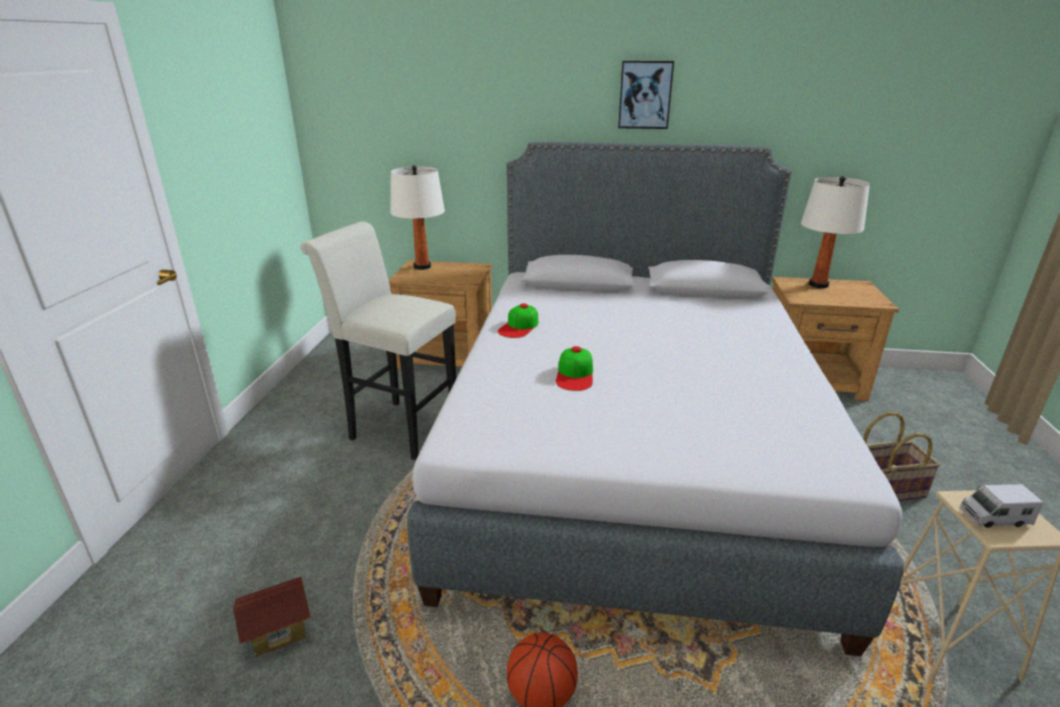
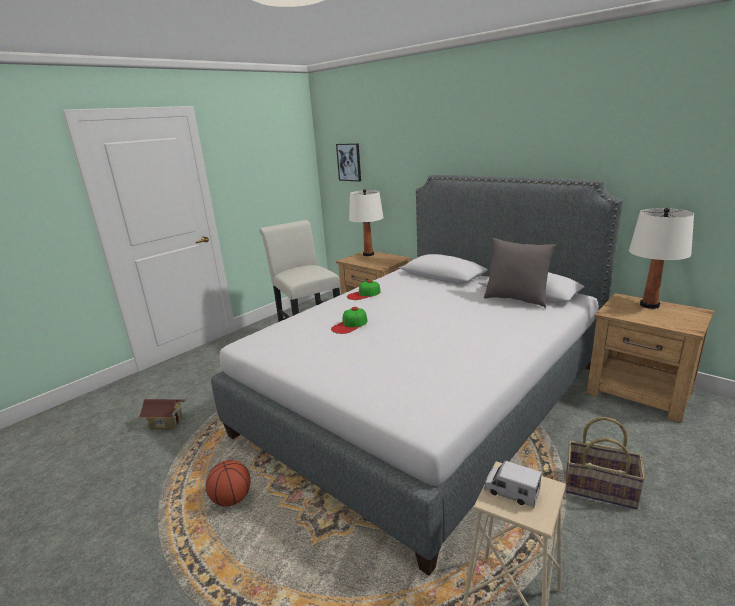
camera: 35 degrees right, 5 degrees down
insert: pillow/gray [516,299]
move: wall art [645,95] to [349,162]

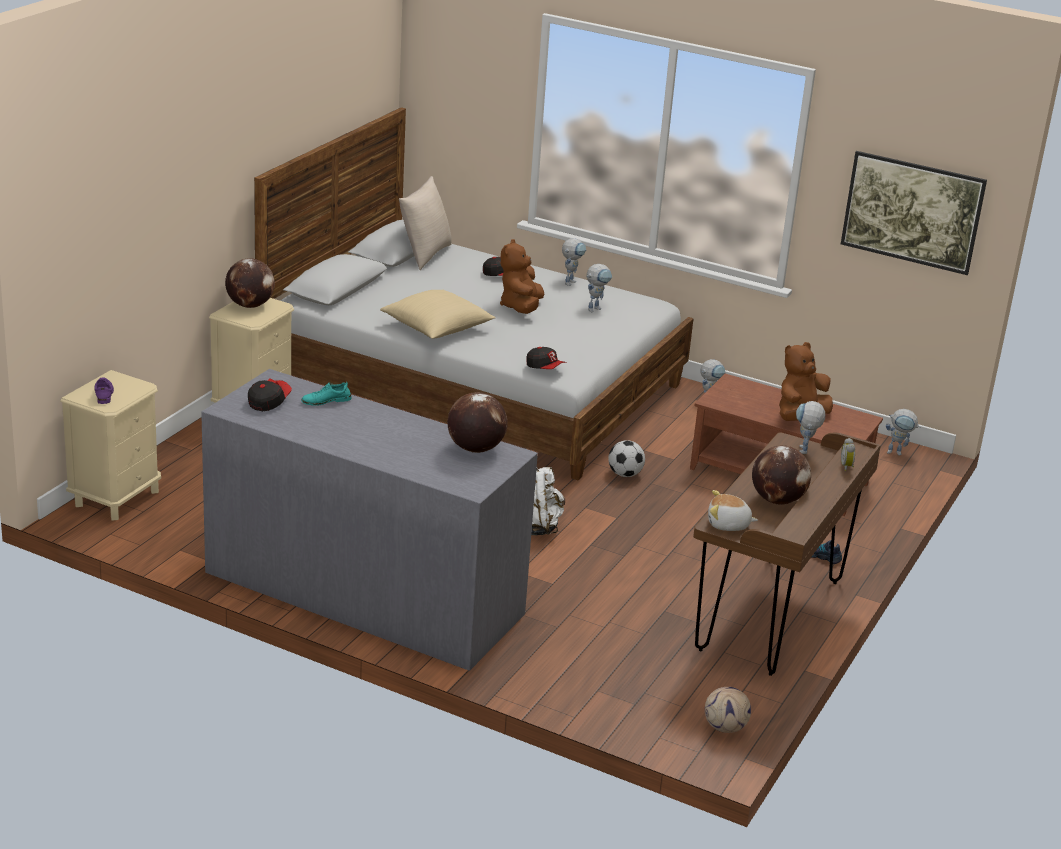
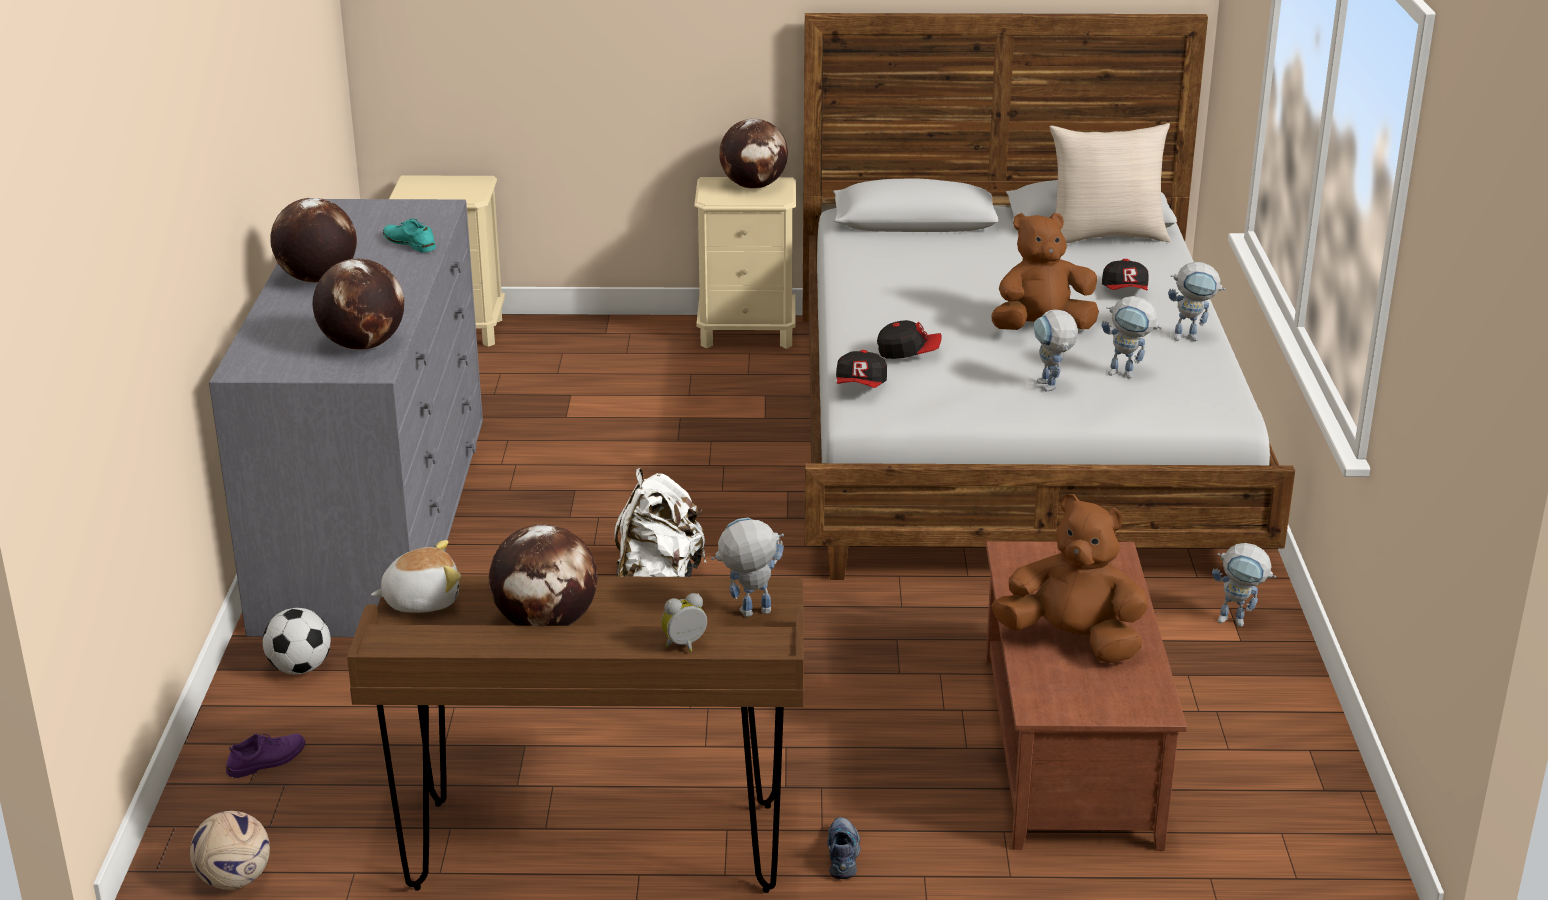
camera: 65 degrees right, 0 degrees up
delete: pillow/beige-coloured [436,328]; wall art [908,235]
insert: world globe [317,279]
move: low shoe/purplish [104,394] to [267,760]; baseball cap [268,402] to [909,353]; ball for football [625,474] to [300,668]; model robot [898,453] to [1051,388]
rotate: cuddly toy [728,525] = [421,600] 90 degrees clockwise

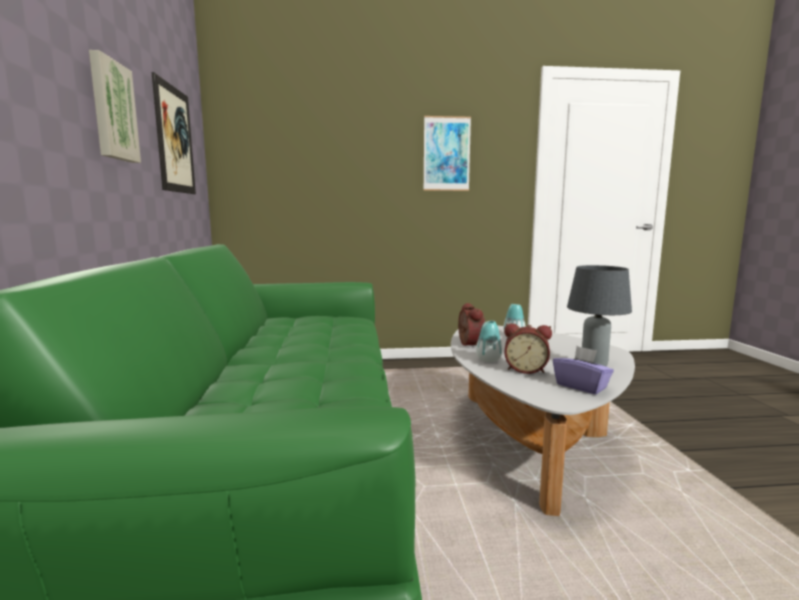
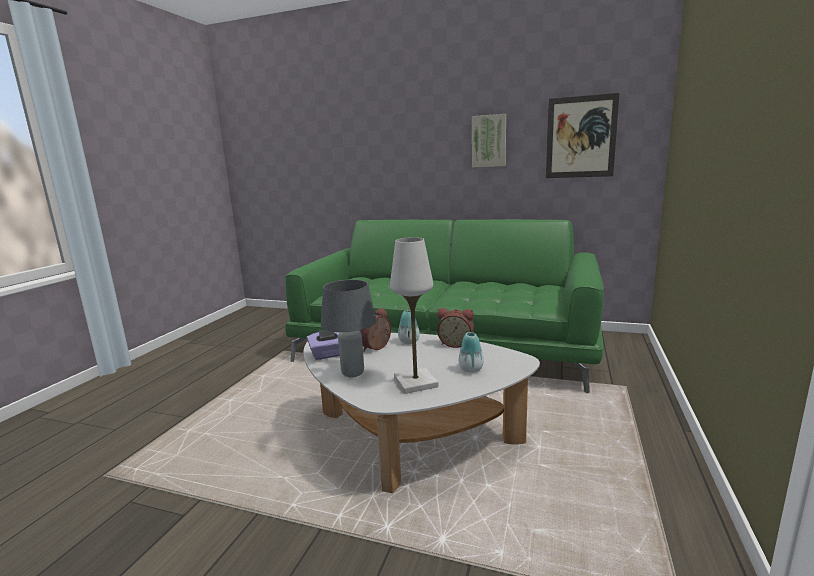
camera: 115 degrees right, 5 degrees up
delete: wall art [446,154]
insert: lamp for a table/whitish [415,383]

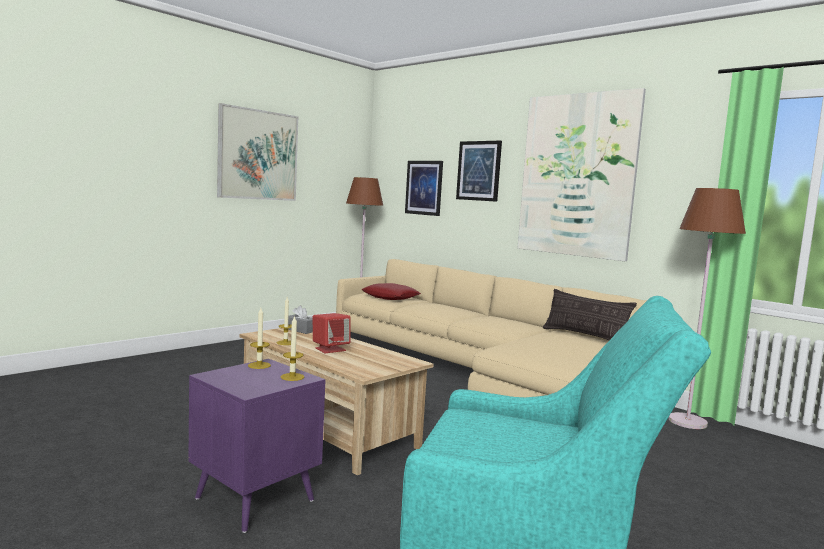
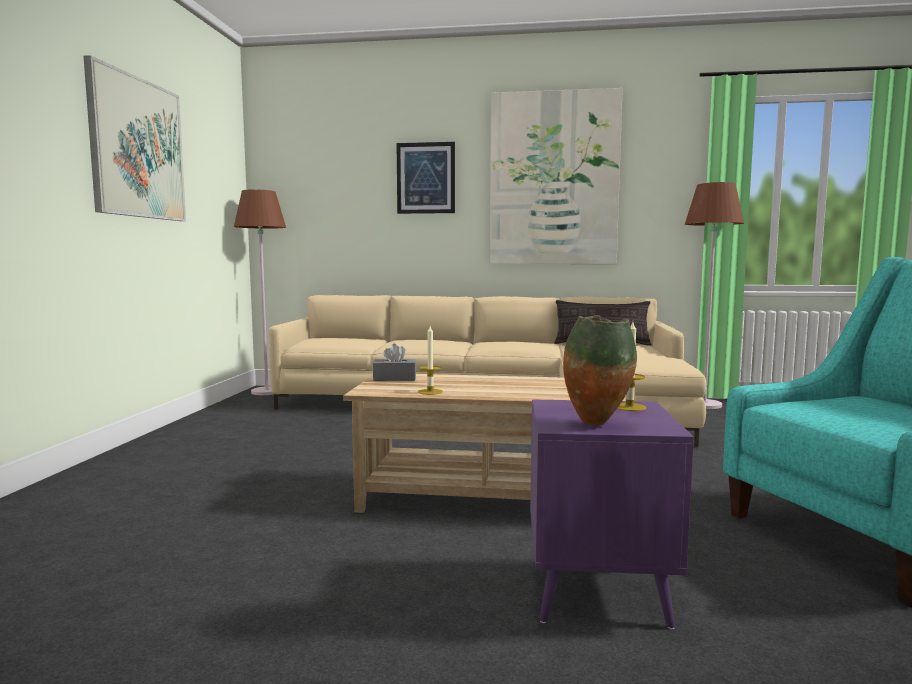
camera: 35 degrees left, 0 degrees up
delete: wax light [259,365]; speaker/reddish [330,349]; pillow/reddish [390,297]; wall art [424,187]
insert: vase [597,424]

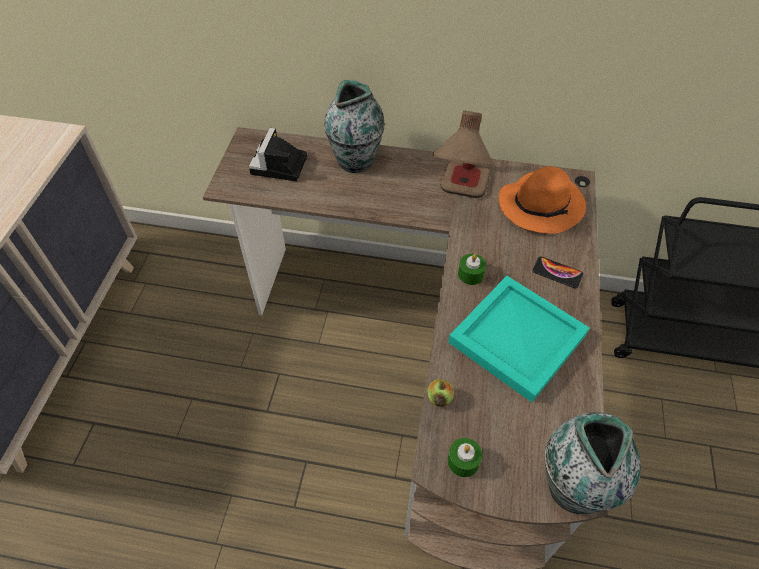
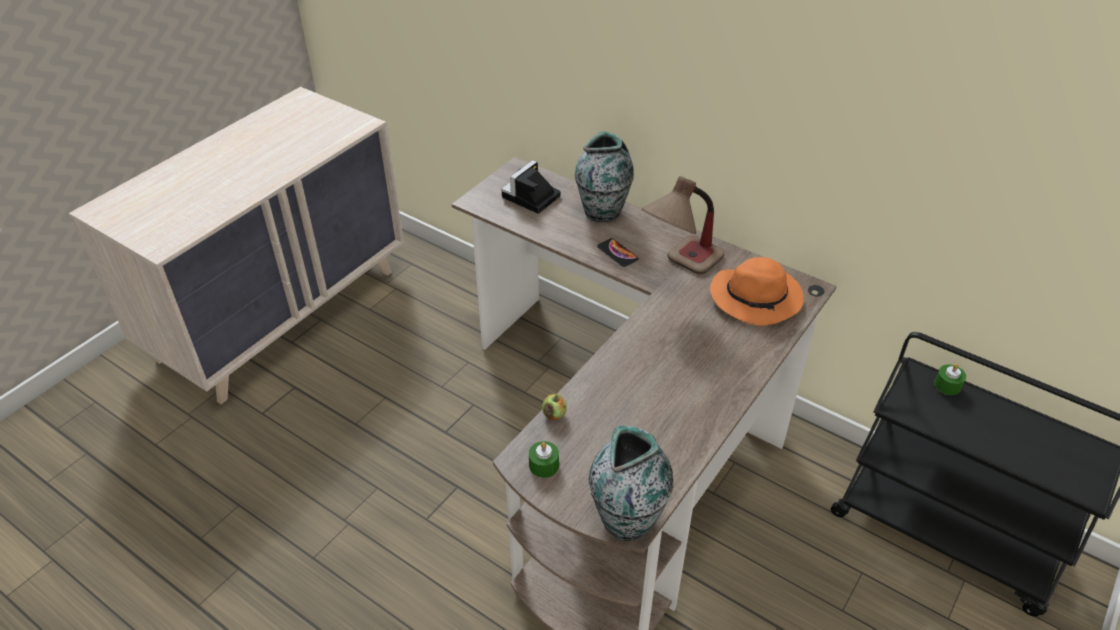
camera: 25 degrees right, 10 degrees down
delete: tray/turquoise [515,339]
move: wax light/green-coloured [470,274] to [947,385]; phone [557,273] to [617,253]

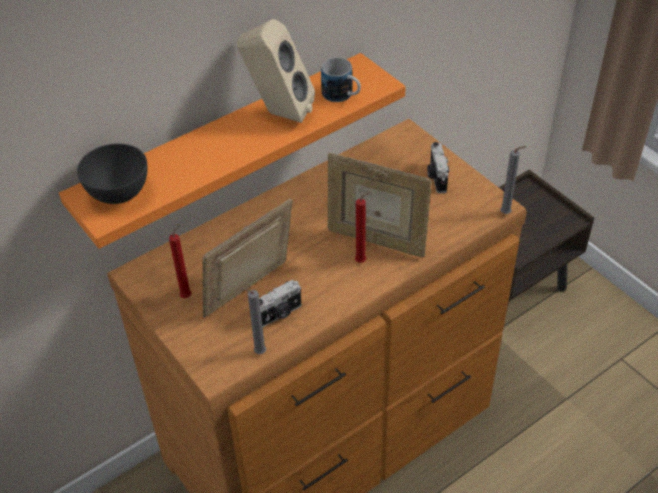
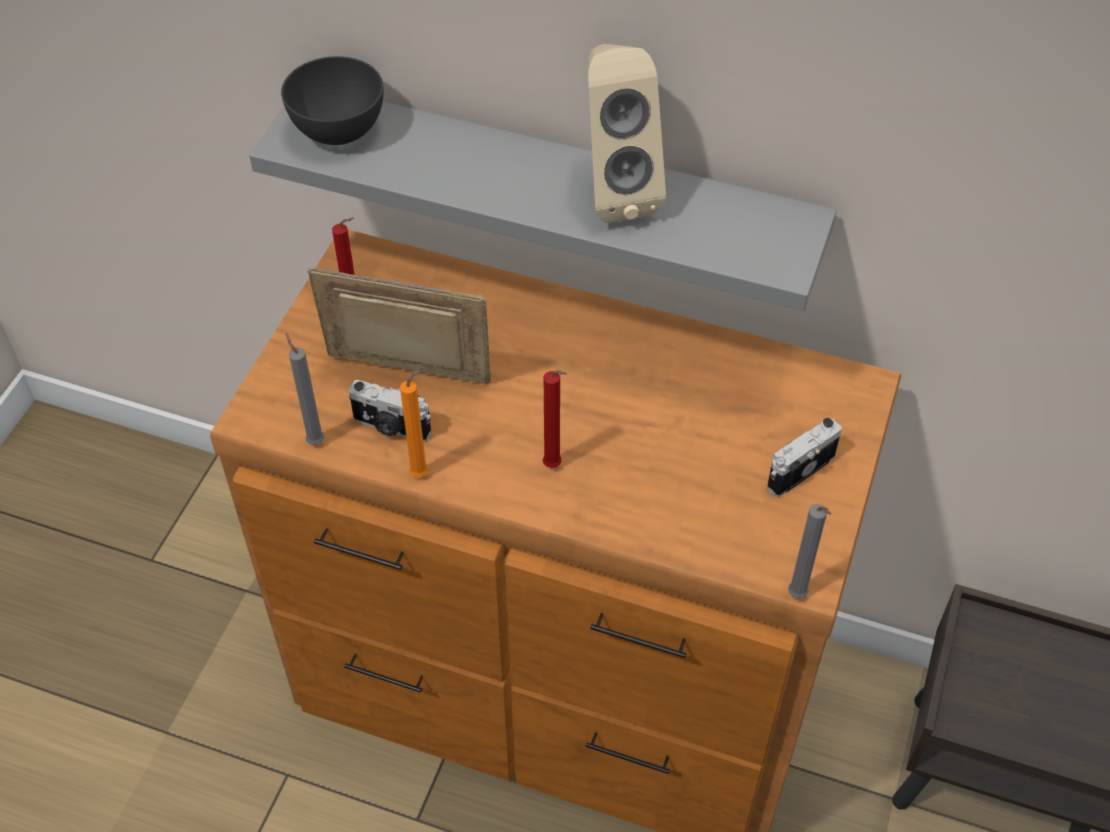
camera: 55 degrees right, 5 degrees up
delete: tea mug [342,96]; picture frame [376,240]
insert: wax light/orangey [422,473]
recolor: wall shelf/orangey [225,147] to wall shelf/gray [558,190]

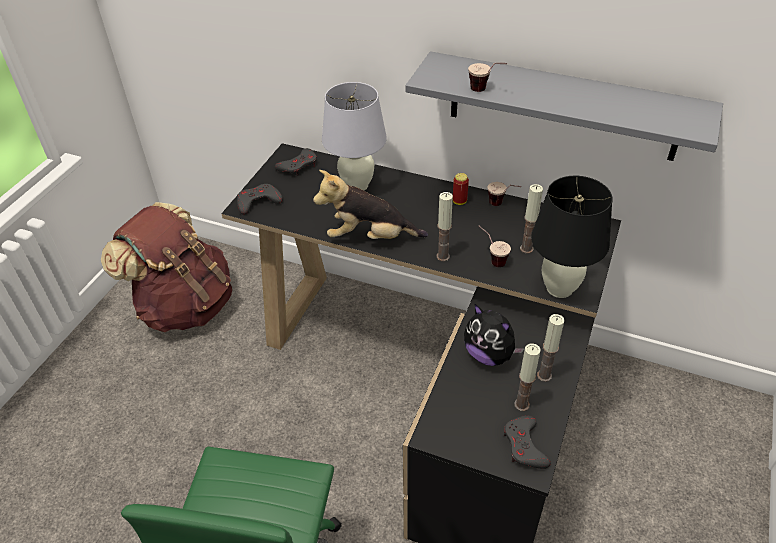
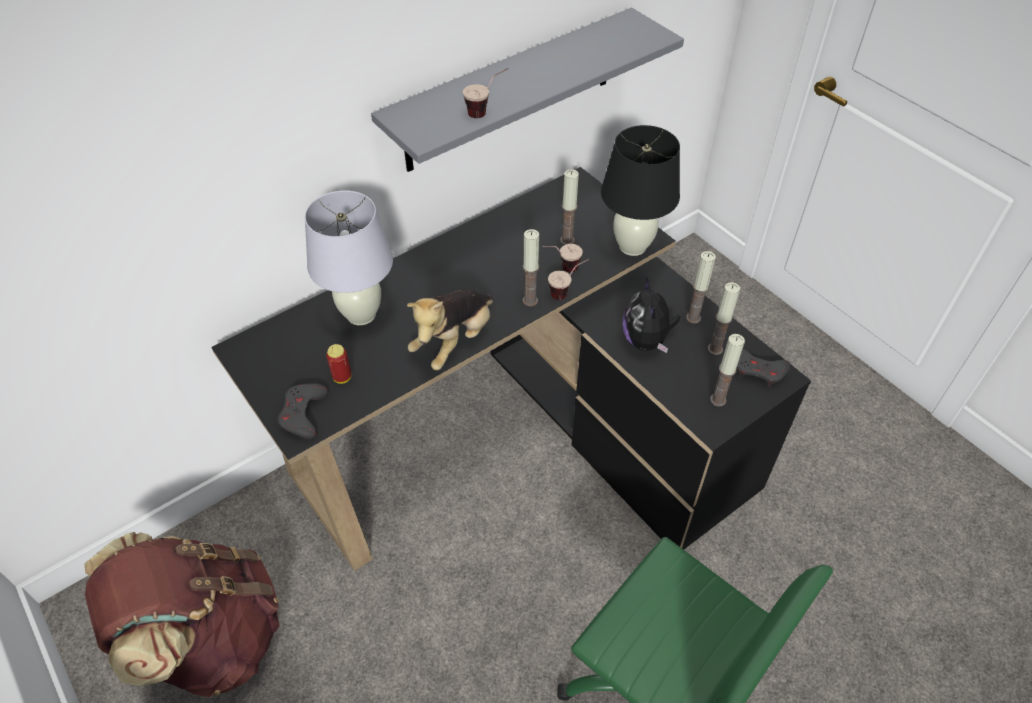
camera: 60 degrees left, 5 degrees up
delete: gamepad/gray [298,166]
insert: wax light [718,400]
move: can [459,201] to [342,377]; drinking cup [502,205] to [567,292]
rotate: cuddly toy [489,355] = [646,341] 105 degrees clockwise

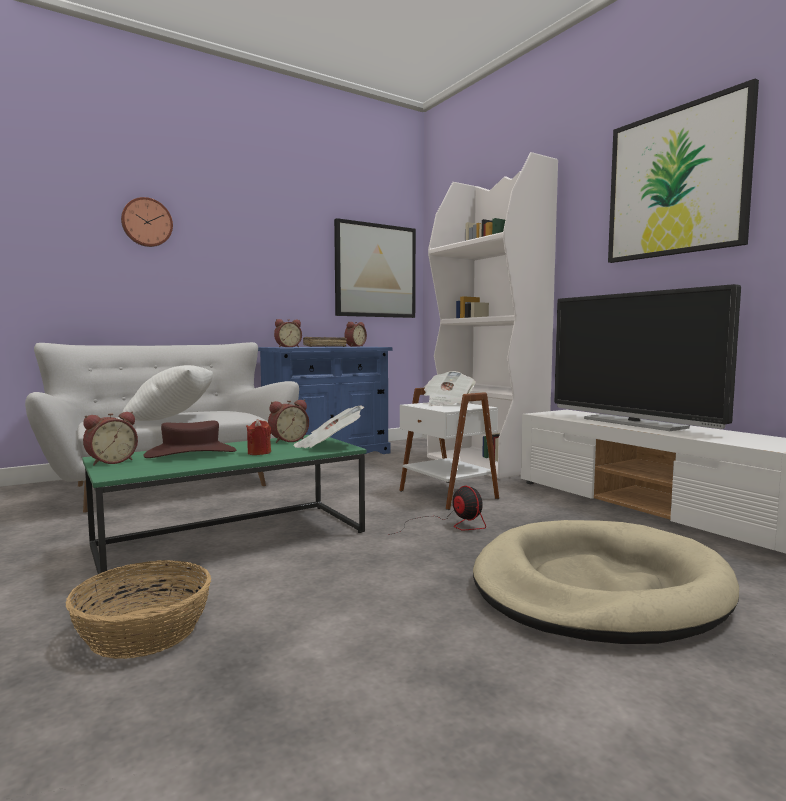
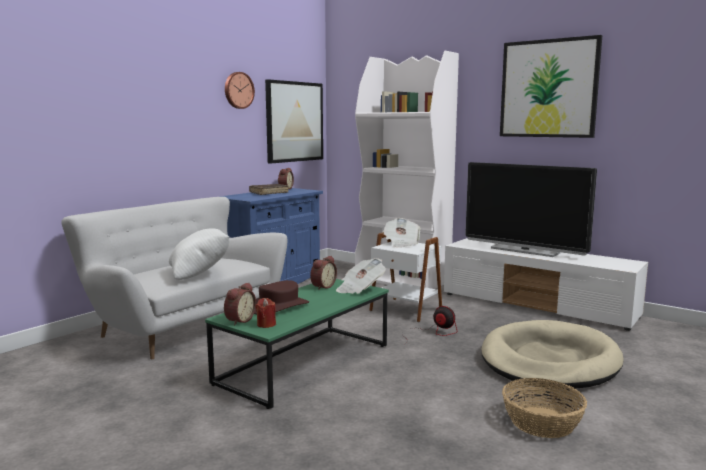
camera: 20 degrees left, 5 degrees up
delete: table clock [287,347]
move: basket [143,632] to [542,422]; hanging clock [146,222] to [238,90]; wax light/reddish [259,453] to [266,324]

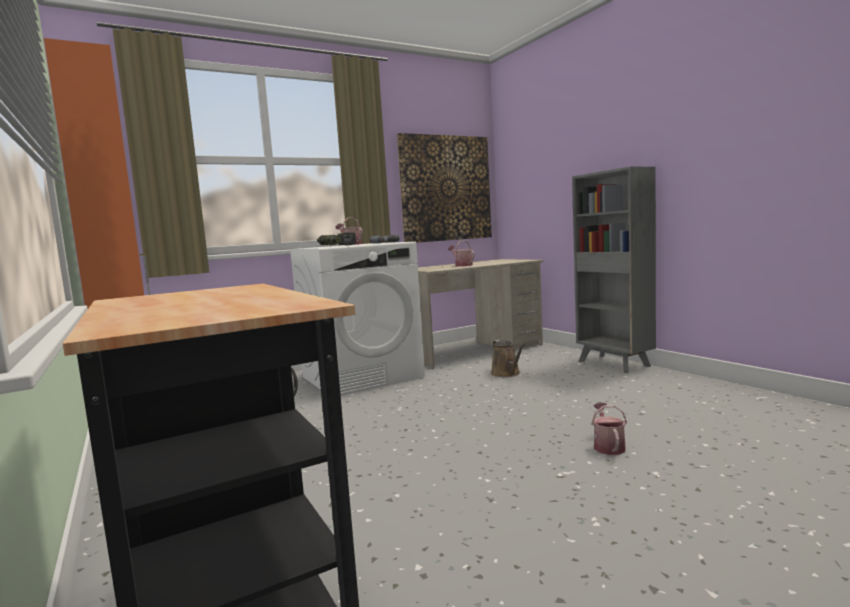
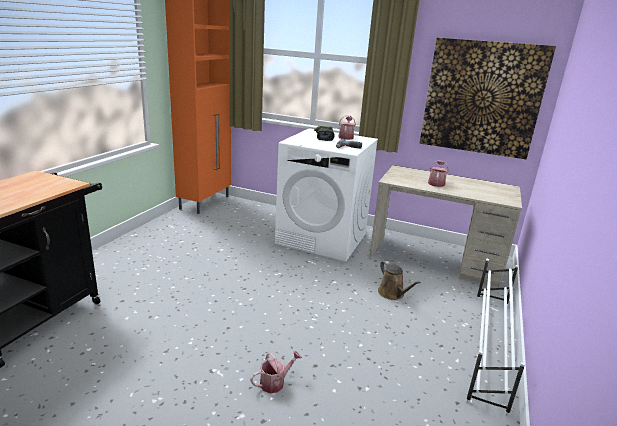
camera: 50 degrees right, 15 degrees up
replace: bookshelf/gray [614,364] to shoe shelf/whitish [489,346]
rotate: watering can/brown [507,374] = [392,294] 60 degrees counterclockwise

